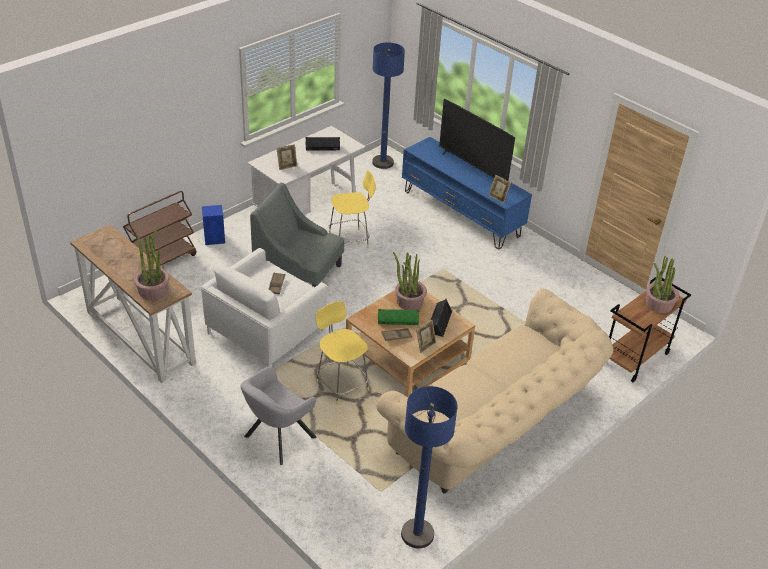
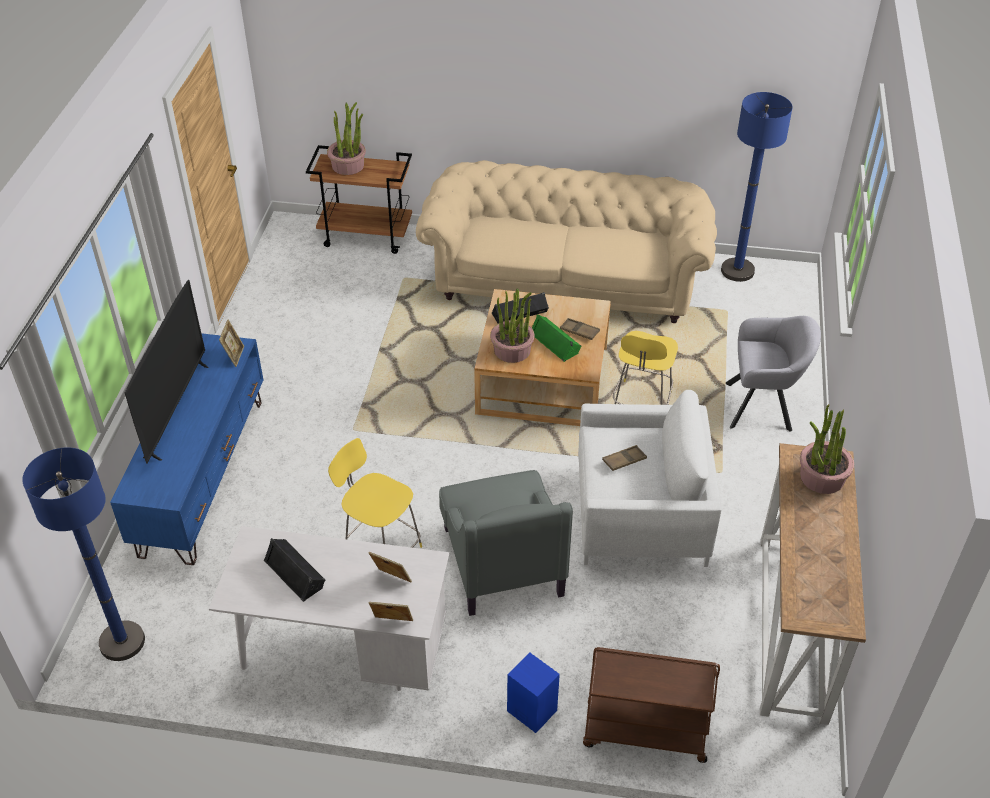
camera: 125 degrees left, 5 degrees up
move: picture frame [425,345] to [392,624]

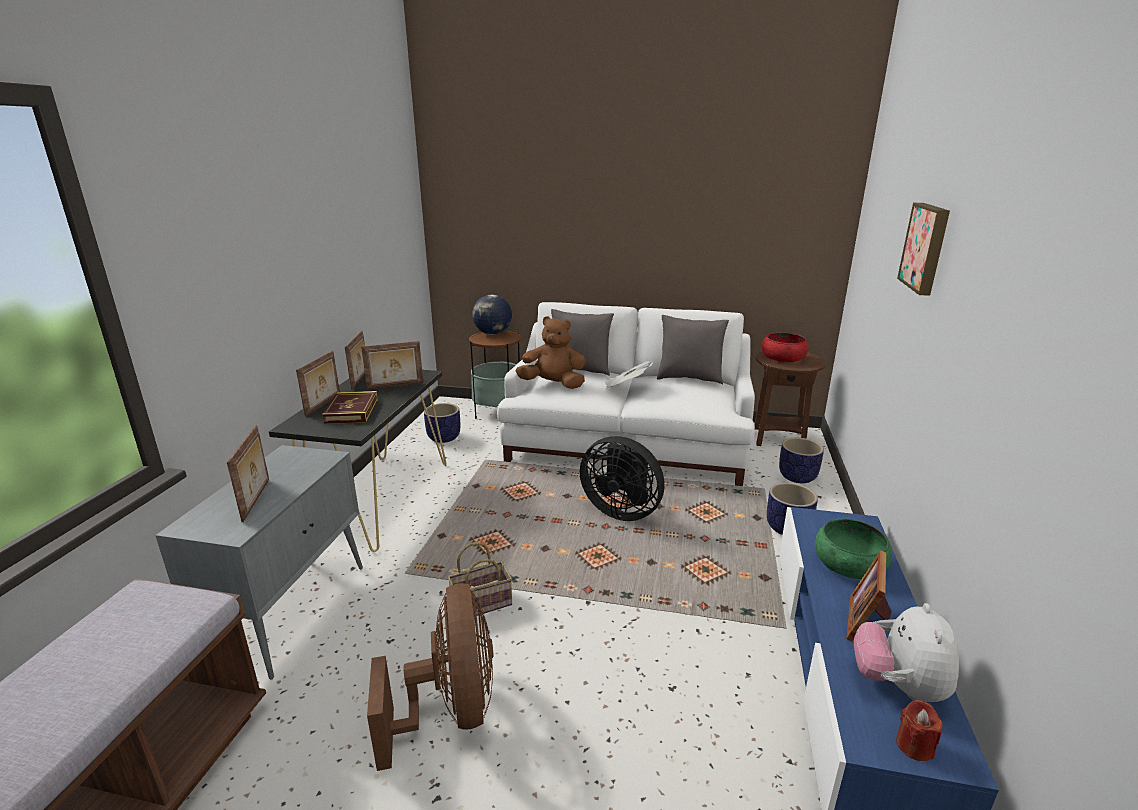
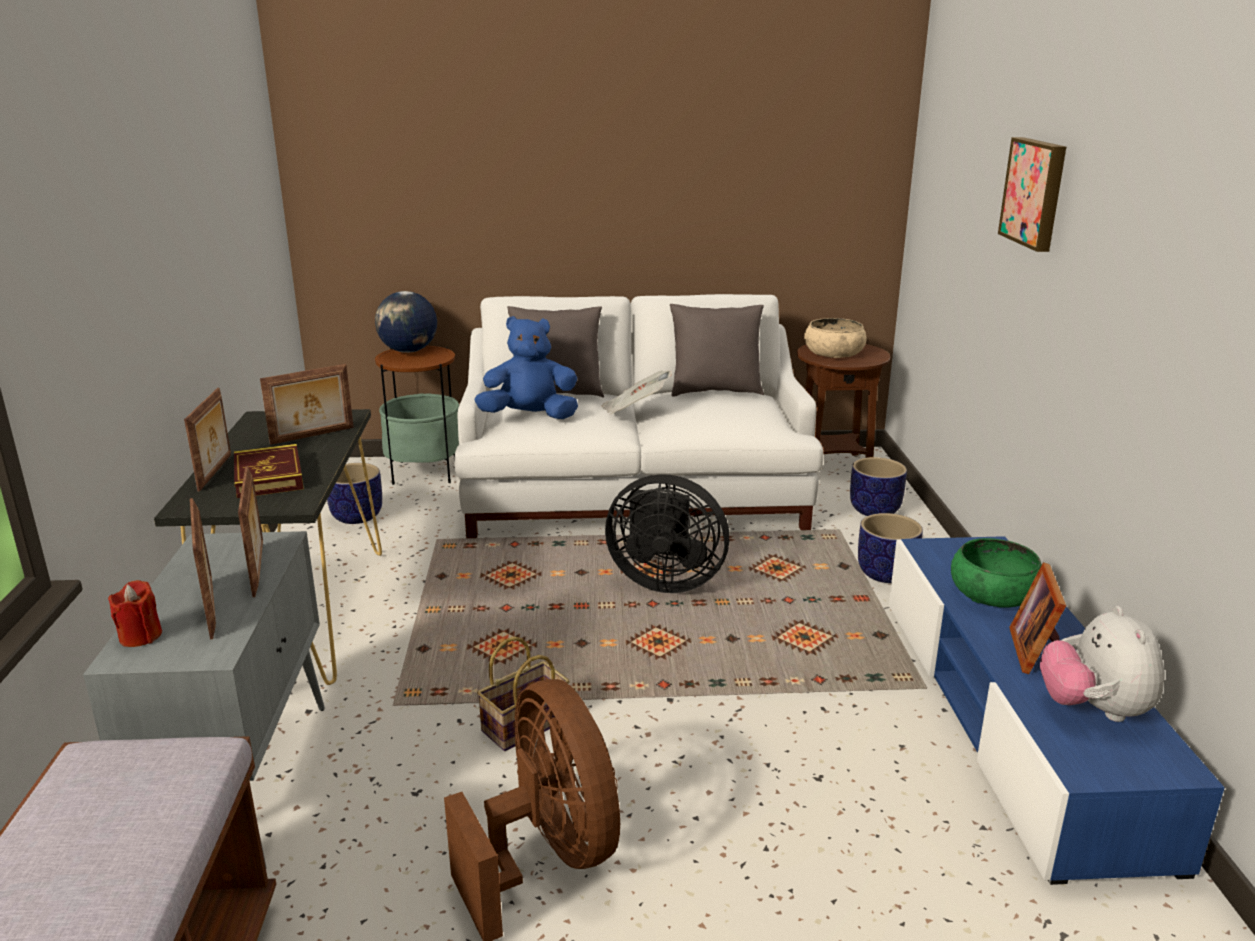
camera: 15 degrees left, 0 degrees up
move: picture frame [360,379] to [258,569]; wax light/reddish [914,746] to [140,636]
recolor: cuddly toy/brown [553,384] to cuddly toy/bluish [530,416]; deep dish/reddish [783,358] to deep dish/beige-coloured [834,353]

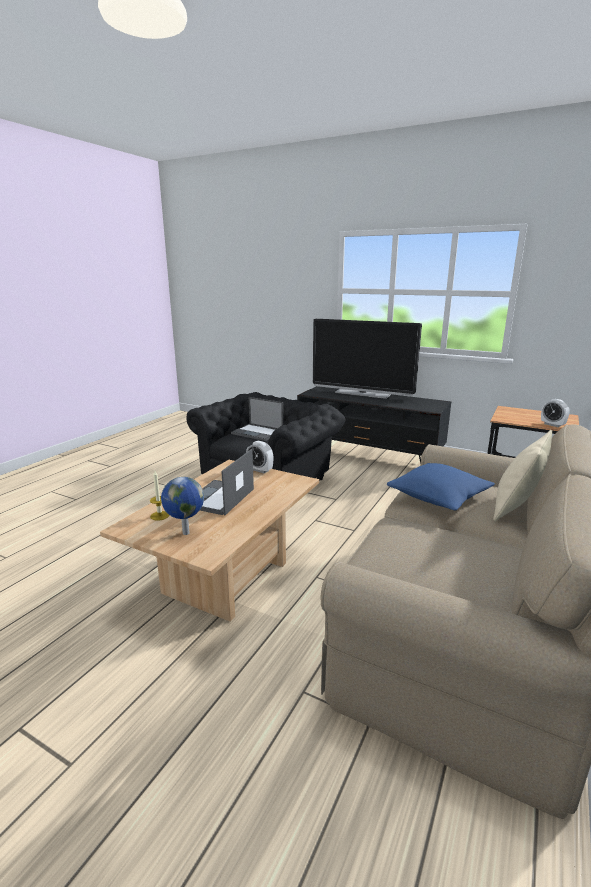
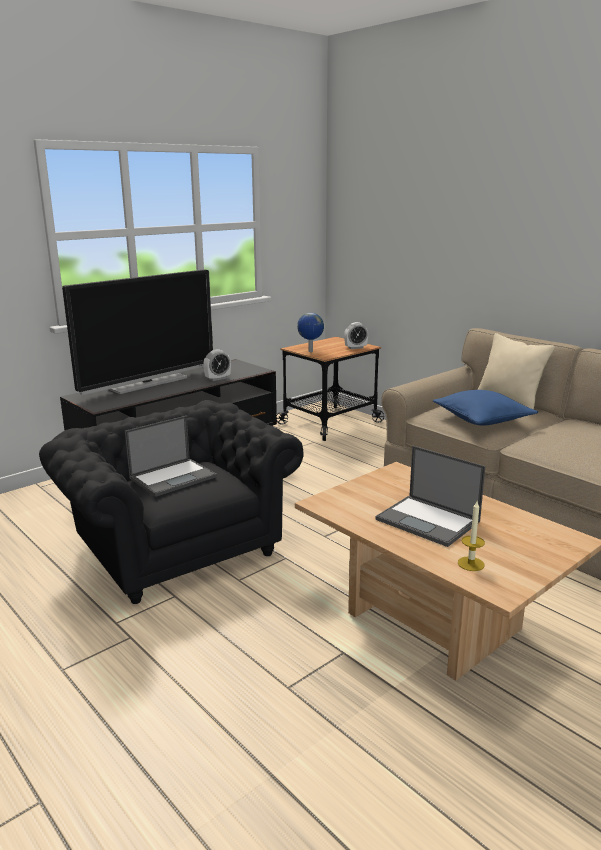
camera: 70 degrees left, 0 degrees up
move: world globe [185,533] to [310,351]; table clock [260,470] to [217,378]

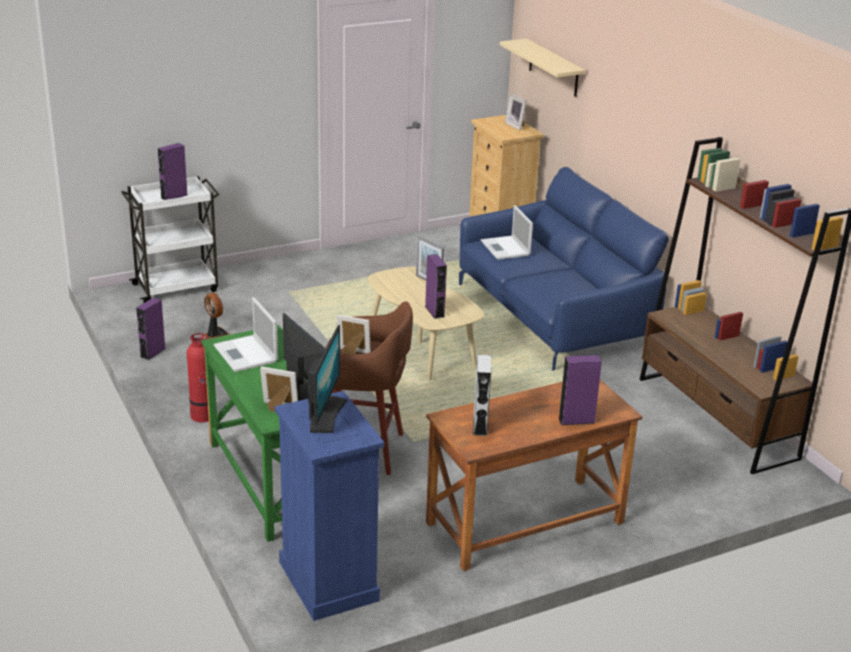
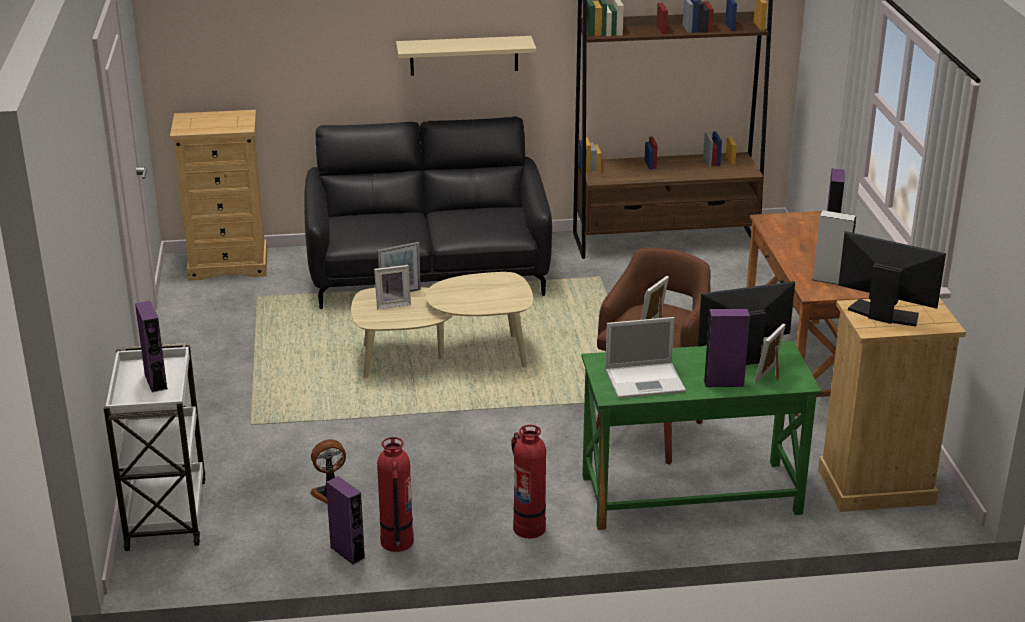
camera: 70 degrees left, 0 degrees up
delete: laptop [506,248]
insert: fire extinguisher [396,542]
move: speaker/purplish [434,311] to [724,382]; wall shelf/beige-coloured [553,68] to [464,55]; picture frame [516,125] to [392,304]
recolor: chest of drawers/bluish [328,581] to chest of drawers/beige-coloured [875,487]; couch/bluish [553,315] to couch/black-coloured [428,272]

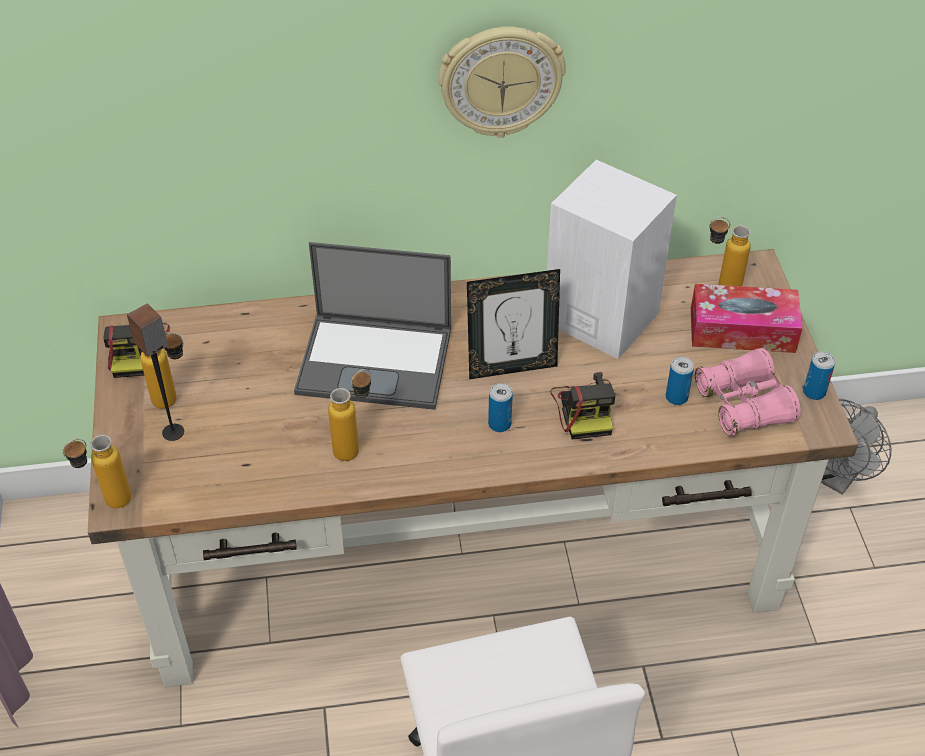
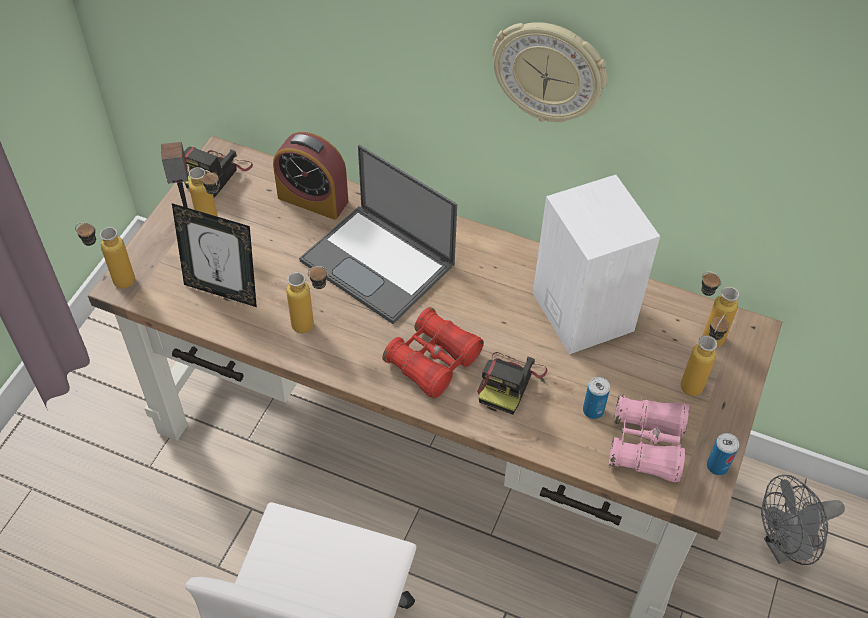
camera: 30 degrees right, 5 degrees up
insert: table clock [313,199]
move: picture frame [511,367] to [223,290]
replace: can [499,424] to binoculars/reddish [433,361]; box of tissues [742,330] to beverage bottle [696,380]

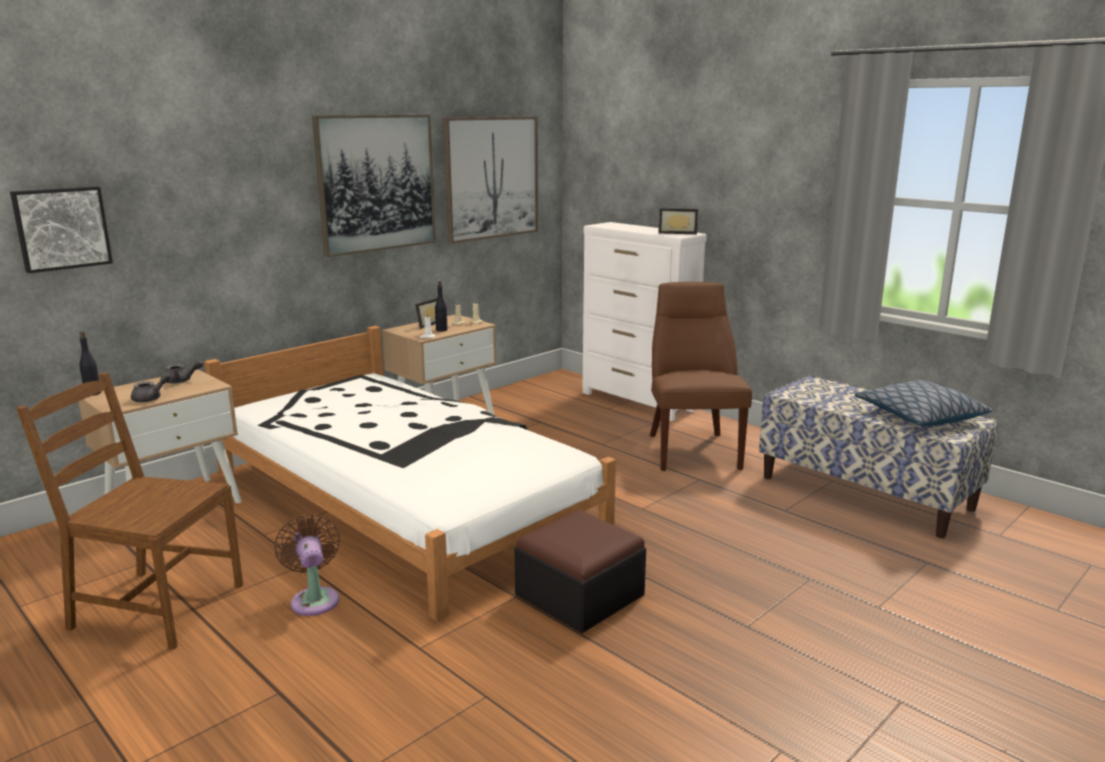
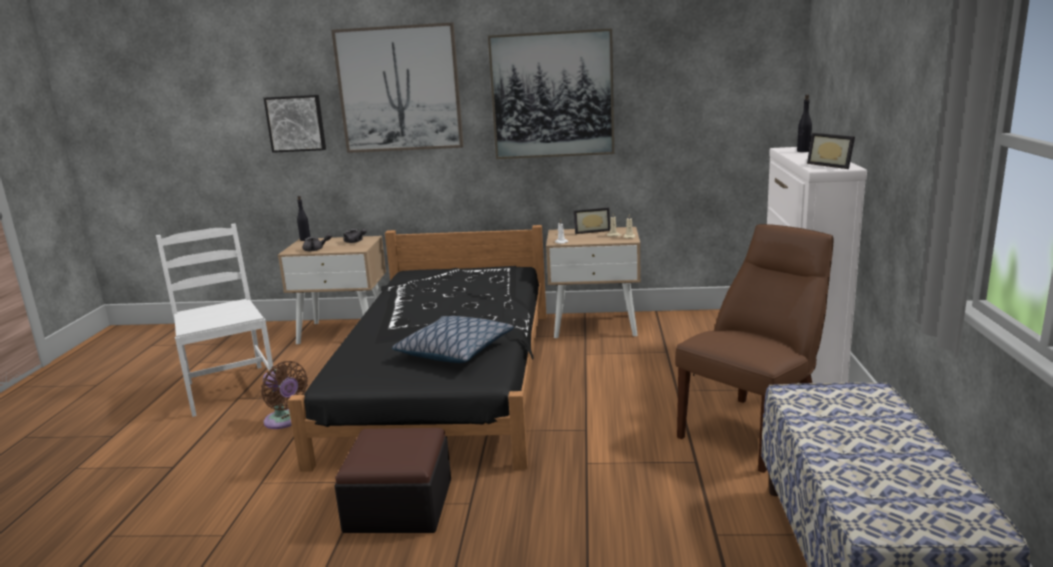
camera: 50 degrees right, 0 degrees up
move: beverage bottle/black-coloured [441,330] to [803,151]; wall art [491,178] to [399,89]; pillow [919,416] to [454,351]
recolor: plain chair/brown [155,607] to plain chair/whitish [229,389]; bedroom bed/whitish [403,501] to bedroom bed/black-coloured [447,378]
rotate: fan/brown [314,599] = [285,421] 105 degrees clockwise

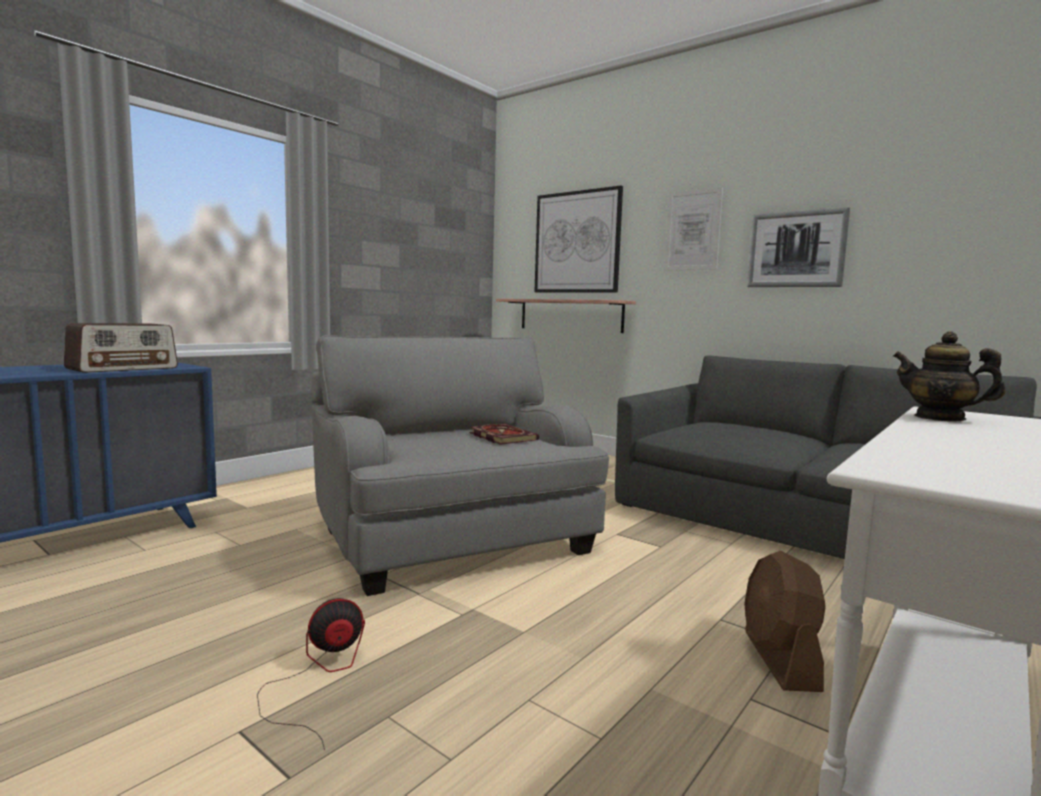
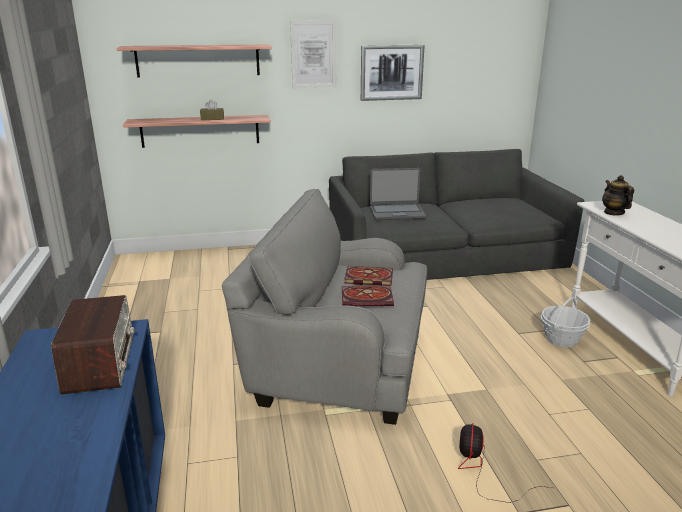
camera: 50 degrees left, 15 degrees up
insert: box of tissues/brown [212,119]; bound book [368,298]; laptop [397,213]
replace: wall art [577,242] to wall shelf [198,60]; fan/brown [780,660] to basket [561,339]
rotate: pot for tea [940,418] = [613,213] 90 degrees clockwise

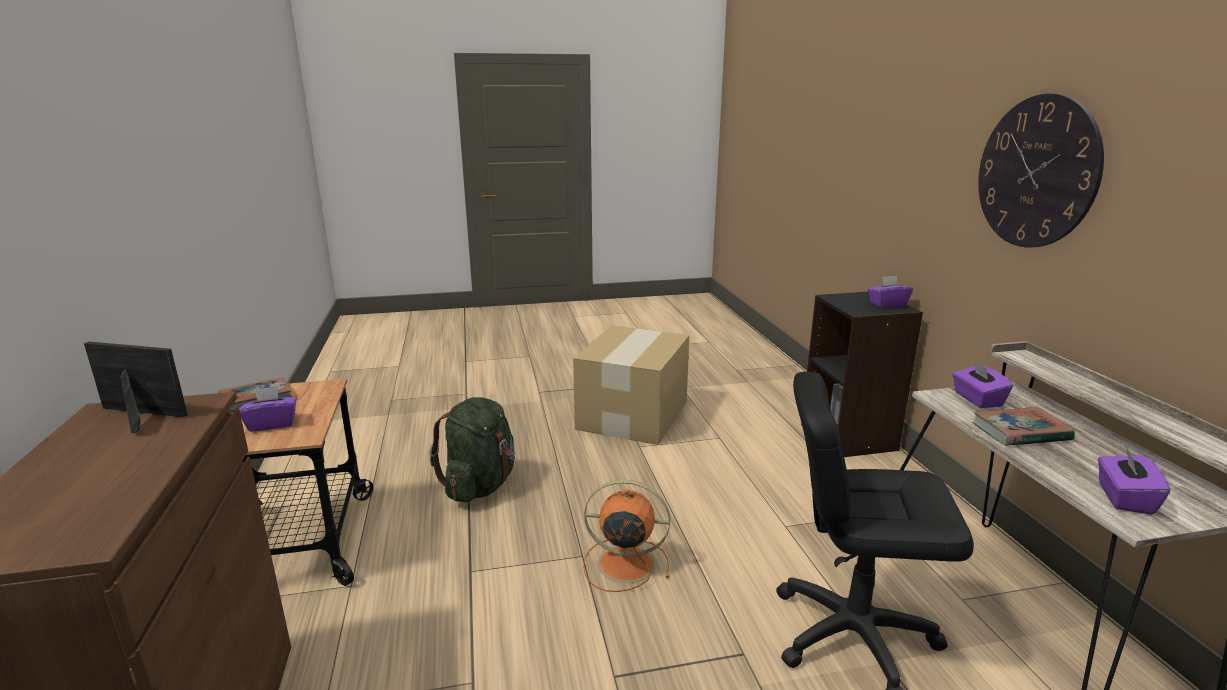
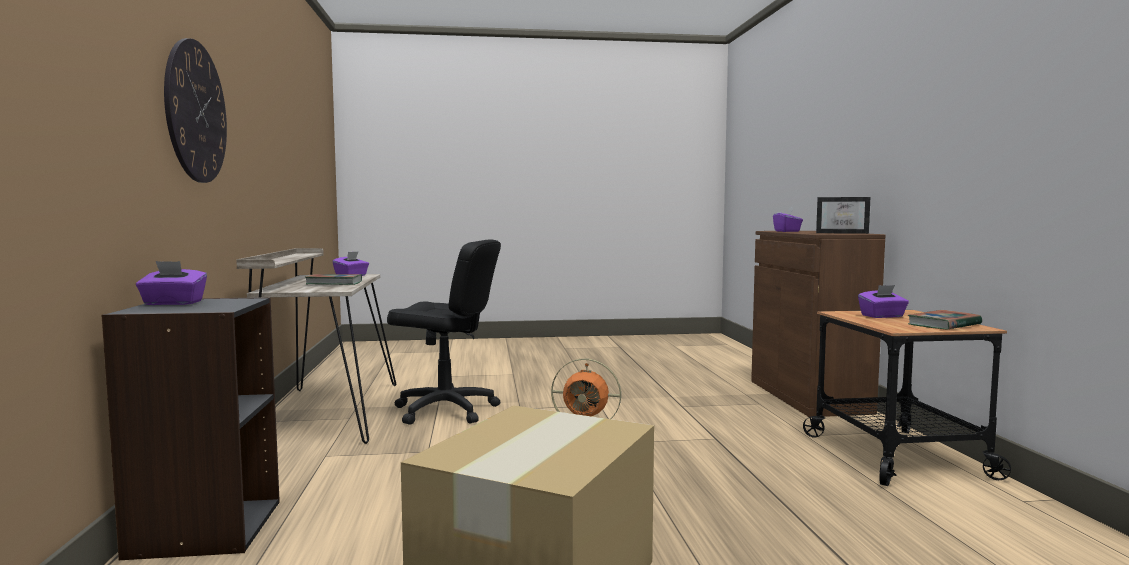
camera: 175 degrees left, 15 degrees down
delete: backpack/green-coloured [480,485]
move: box of tissues/purplish [977,399] to [787,231]

